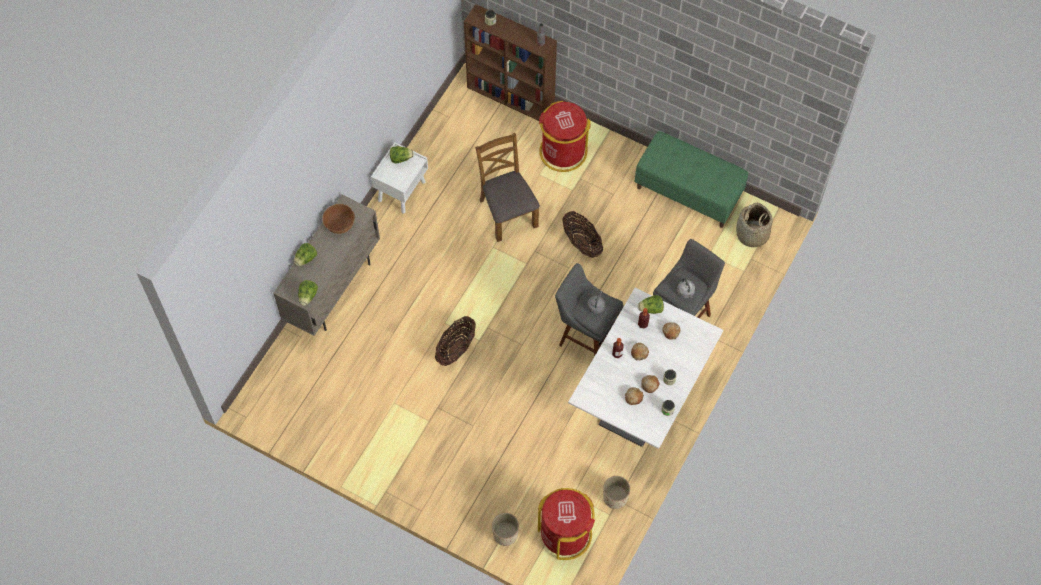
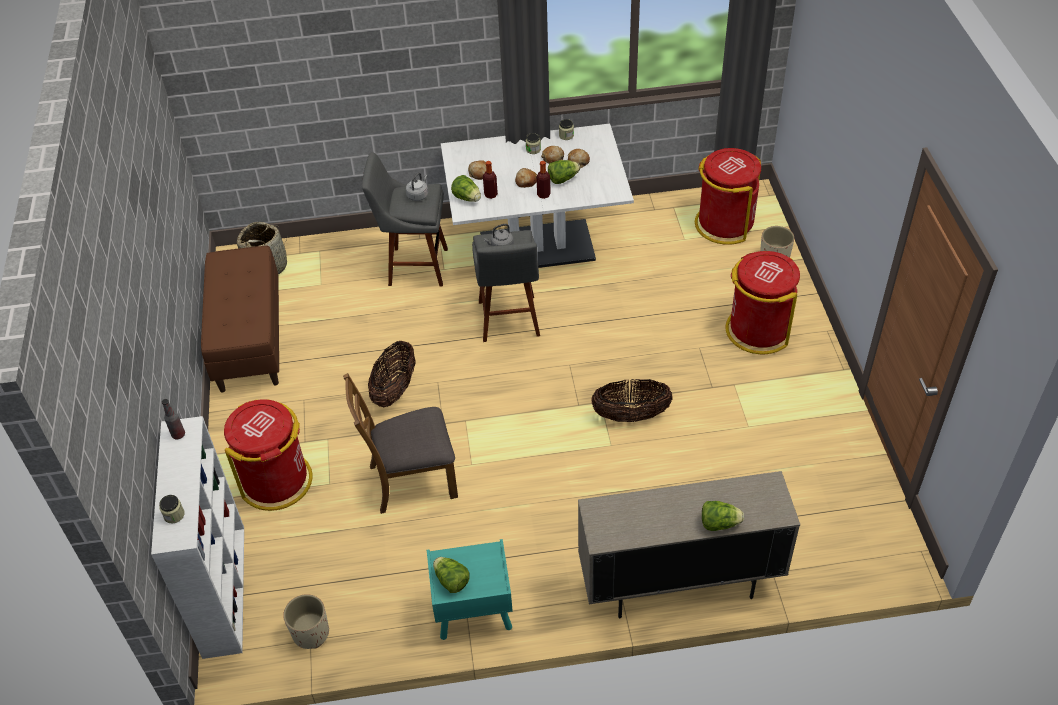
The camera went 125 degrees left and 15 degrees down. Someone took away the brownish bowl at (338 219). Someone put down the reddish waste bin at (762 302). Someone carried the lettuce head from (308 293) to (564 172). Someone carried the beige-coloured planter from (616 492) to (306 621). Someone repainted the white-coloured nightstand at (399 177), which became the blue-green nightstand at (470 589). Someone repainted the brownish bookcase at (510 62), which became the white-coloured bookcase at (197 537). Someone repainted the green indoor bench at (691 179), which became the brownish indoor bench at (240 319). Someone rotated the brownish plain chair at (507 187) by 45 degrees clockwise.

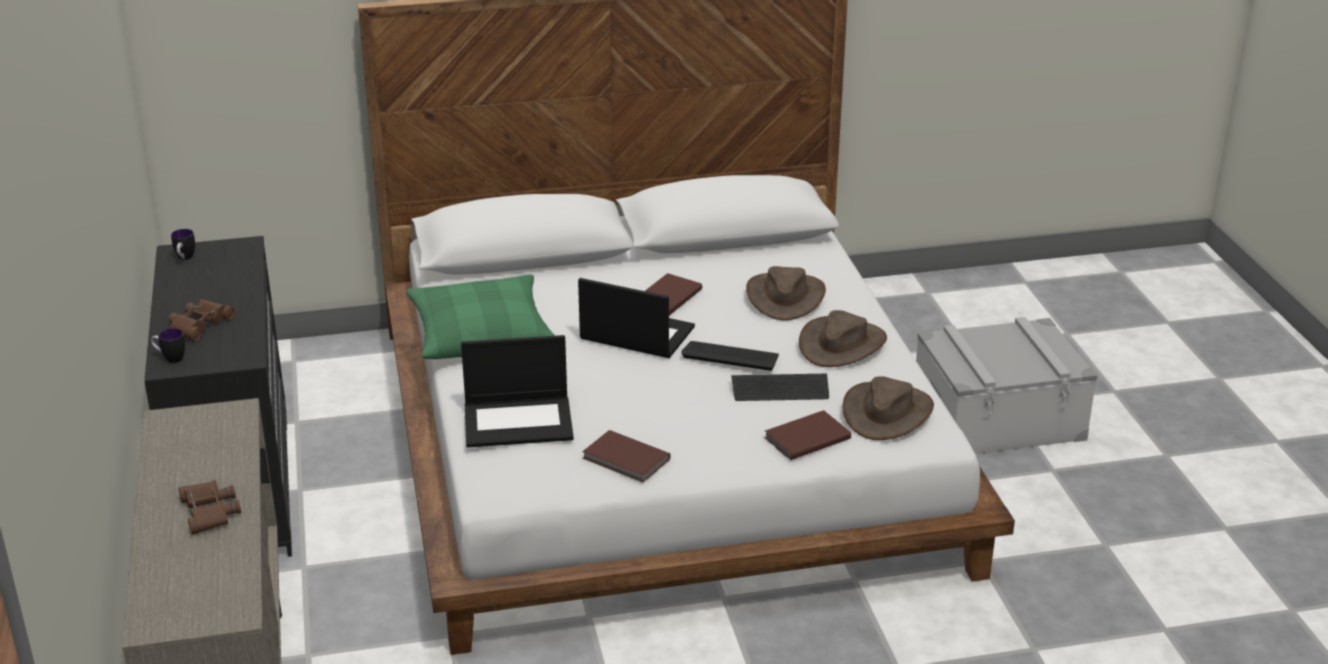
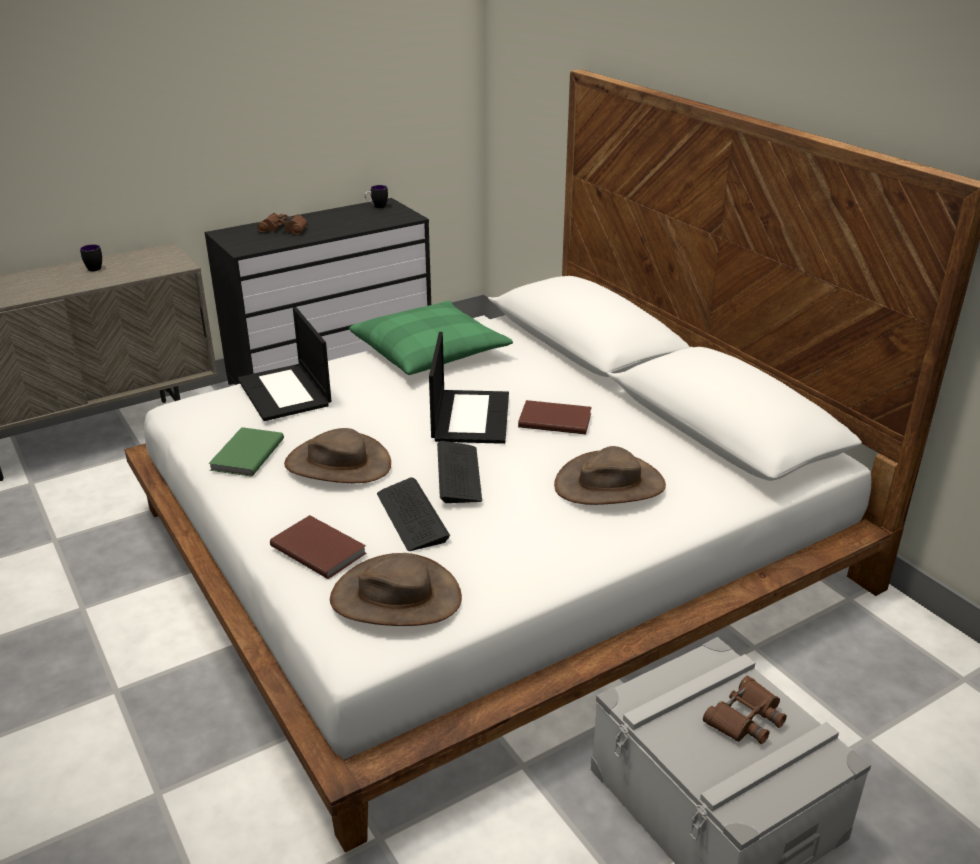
The camera went 70 degrees right and 0 degrees up. Someone carried the coffee mug from (168 345) to (91 257). Someone carried the brownish pair of binoculars from (210 507) to (745 710). Someone carried the brownish clothing hat from (843 338) to (337 455). Someone repainted the brownish volume at (626 456), which became the green volume at (246 452).

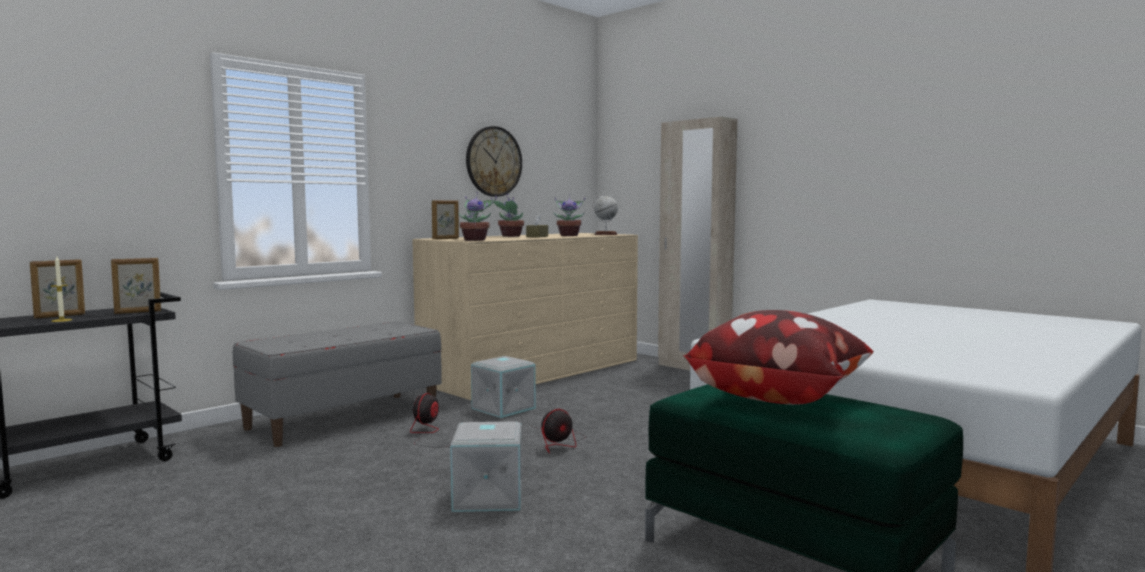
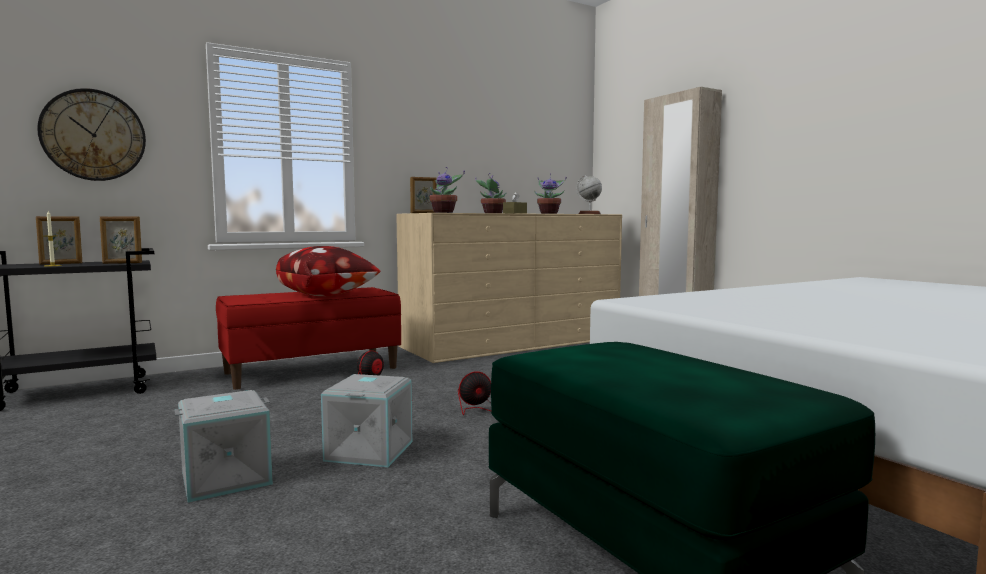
The camera went 15 degrees right and 0 degrees up. Someone carried the clock on the wall from (494 161) to (91 134). Someone carried the grey storage box from (503 387) to (224 446). Someone carried the cushion from (778 357) to (328 271). Someone repainted the grey indoor bench at (337 384), which became the reddish indoor bench at (308 338).

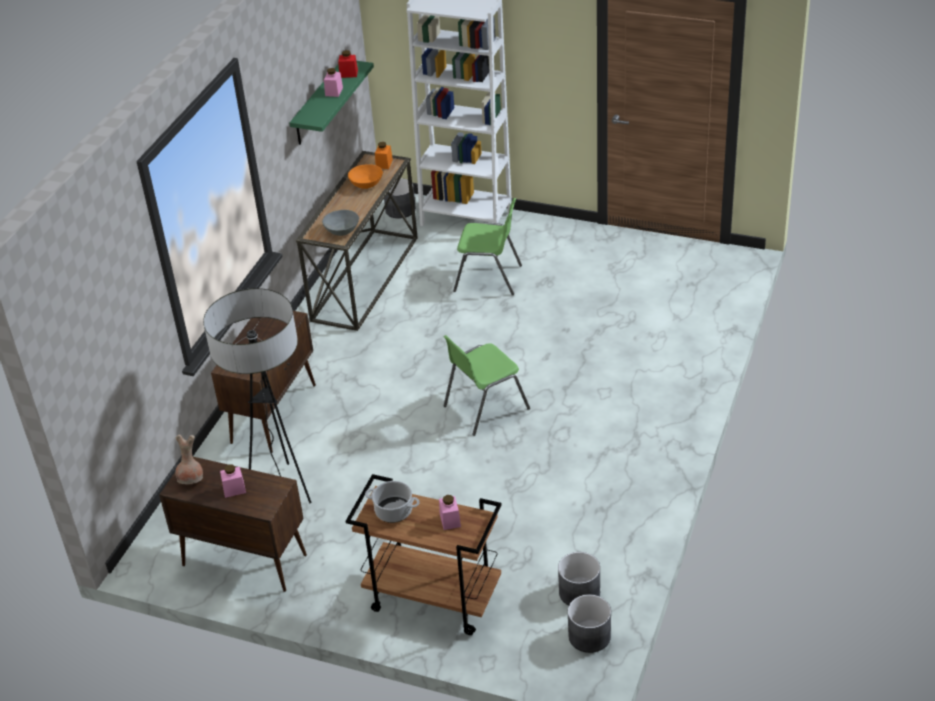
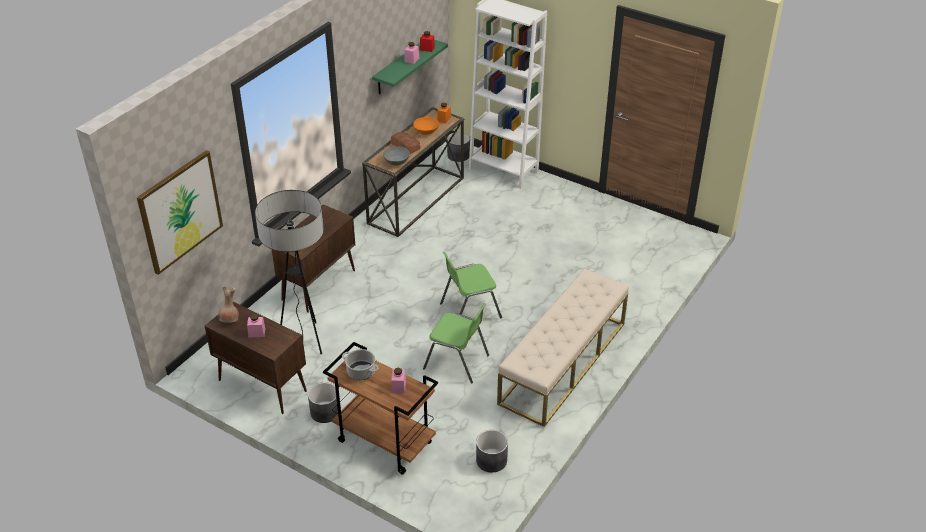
The camera went 10 degrees right and 0 degrees up. Someone put up the picture at (180 212). Someone put down the bakery bread at (405 143). Someone put down the beige-coloured indoor bench at (563 348). Someone carried the green plain chair from (487 246) to (456 343). Someone carried the grey planter from (589 623) to (323 402).

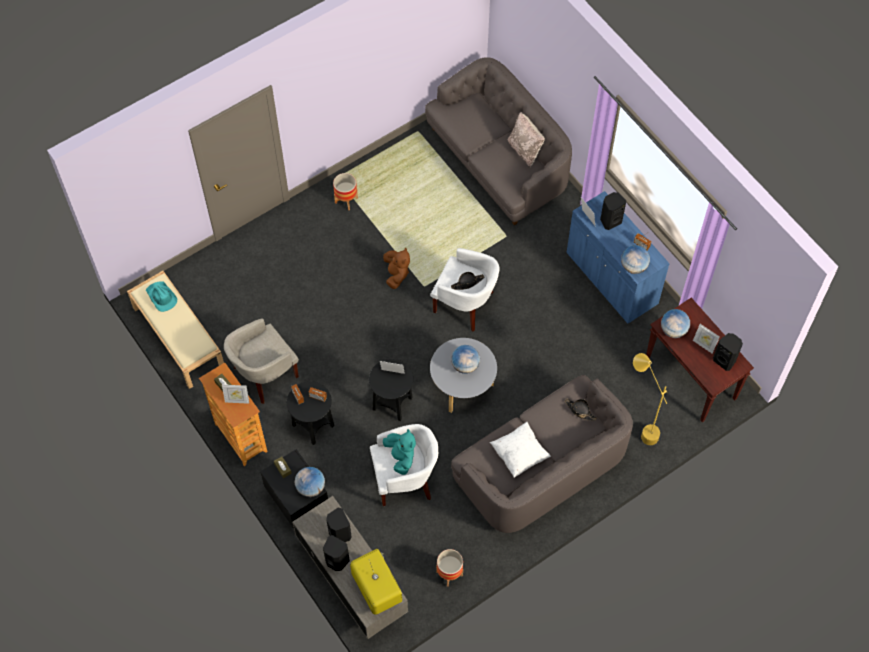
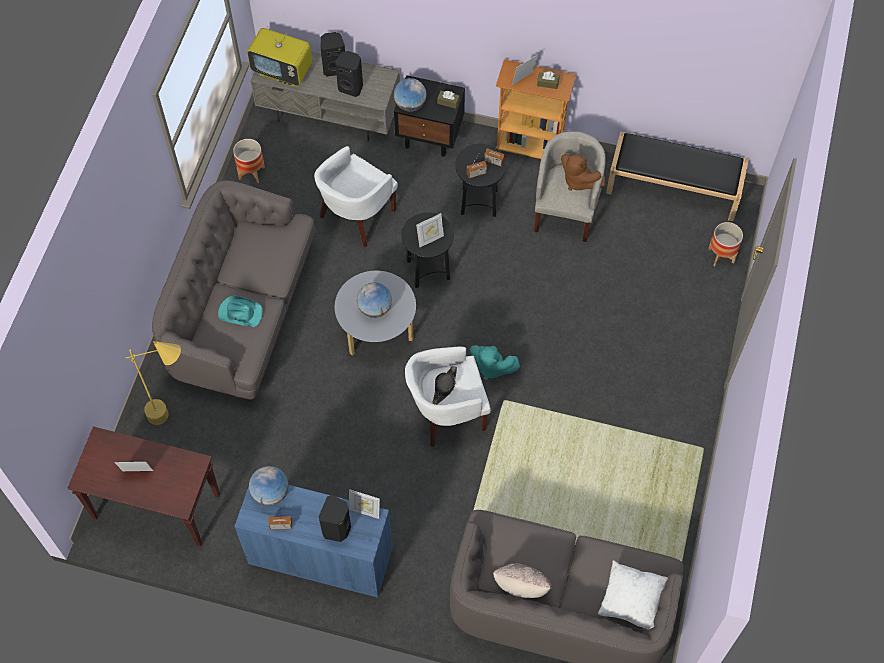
The camera went 140 degrees right and 0 degrees up. Someone took away the blackish clothing hat at (581 409). Someone took away the desk globe at (675 323). Someone took away the blackish speaker at (728 352). Someone carried the blue-green clothing hat from (161 297) to (240 311). Someone carried the planter from (345 191) to (725 244). Someone carried the brownish cuddly toy from (396 268) to (583 172). Someone carried the blue-green cuddly toy from (399 452) to (495 362). Someone carried the white-coloured cushion from (520 450) to (633 595). Someone repainted the beige-coloured indoor bench at (175 330), which became the blackish indoor bench at (677 176).

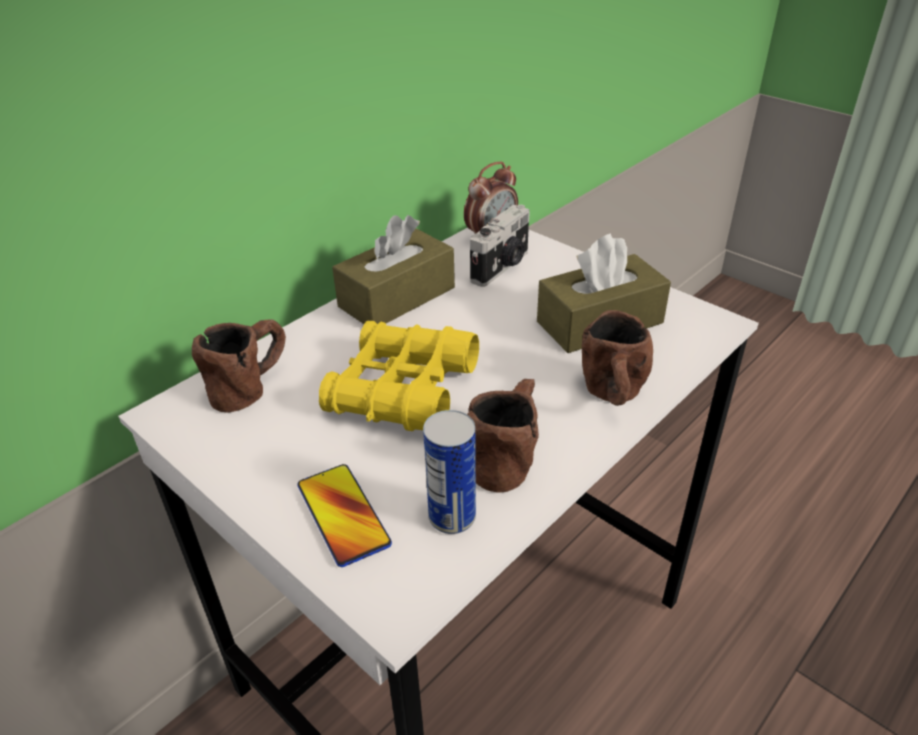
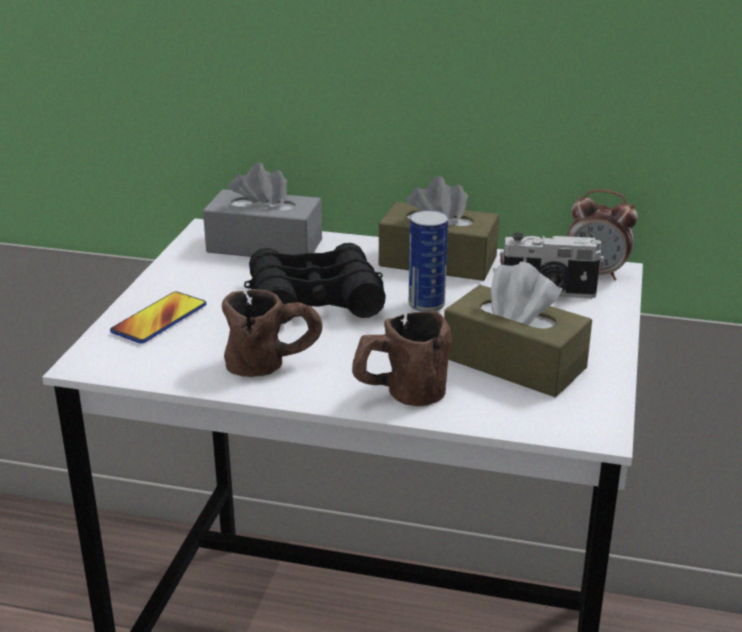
The camera went 60 degrees right and 10 degrees down. Someone carried the sealed can from (449 472) to (428 261). Someone swapped the brownish coffee mug at (239 365) for the grey tissue box at (262 209). Someone repainted the yellowish pair of binoculars at (399 376), which became the blackish pair of binoculars at (315 283).

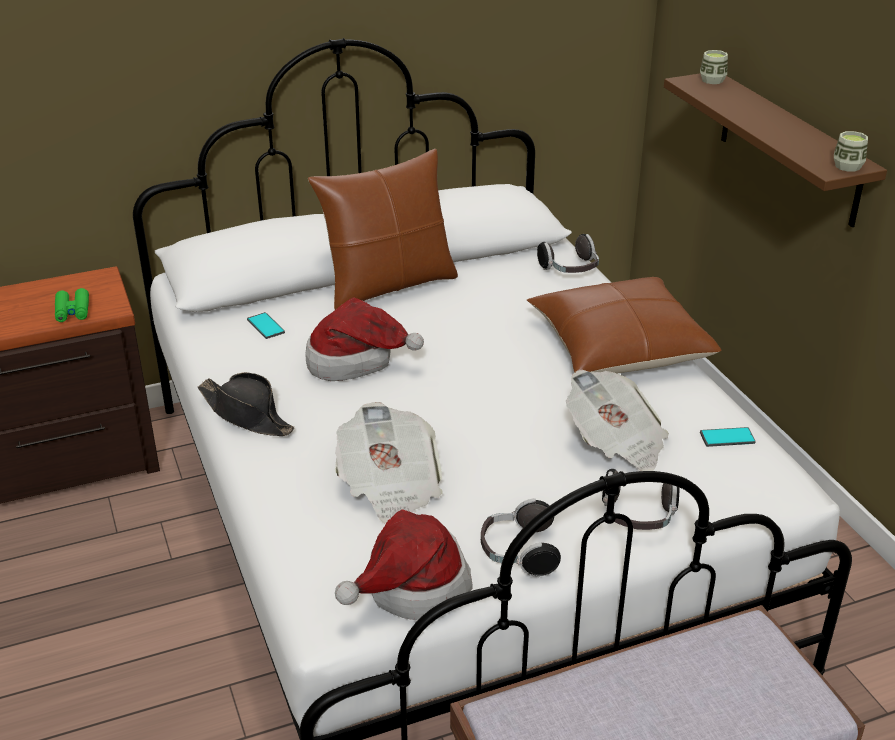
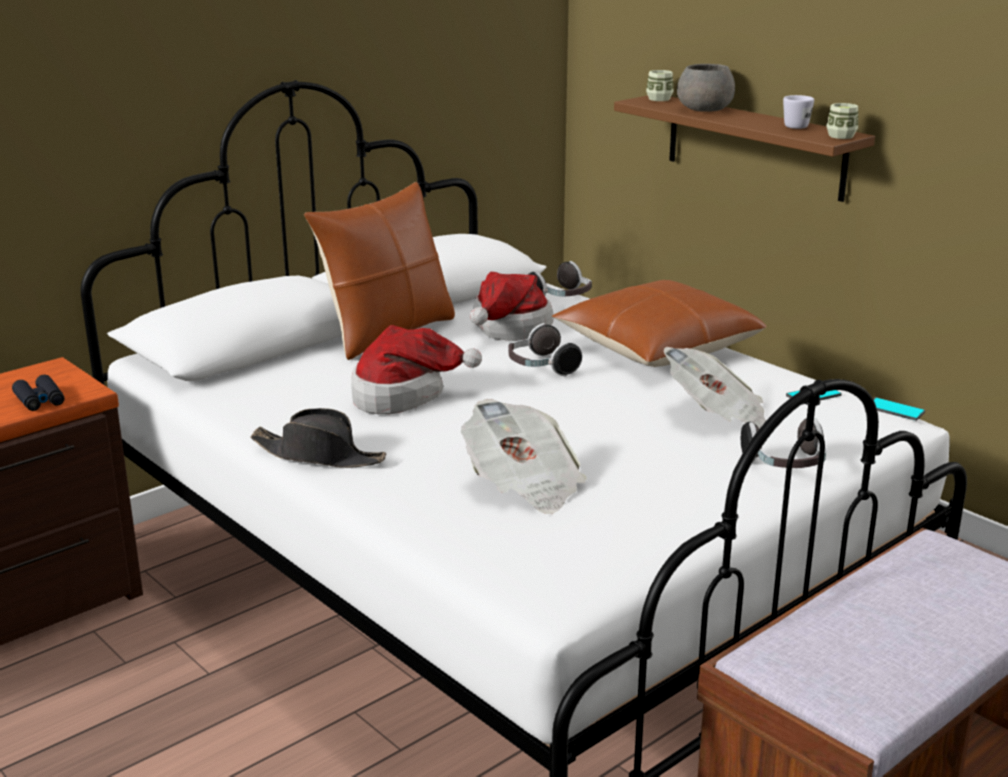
The camera went 20 degrees left and 10 degrees down. Someone put down the grey bowl at (706 88). Someone put down the white-coloured coffee mug at (798 112). Someone carried the handset from (266 325) to (899 409). Someone carried the clothing hat from (403 564) to (512 306). Someone carried the headset from (521 537) to (545 349). Someone repainted the green pair of binoculars at (72 305), which became the blackish pair of binoculars at (38 393).

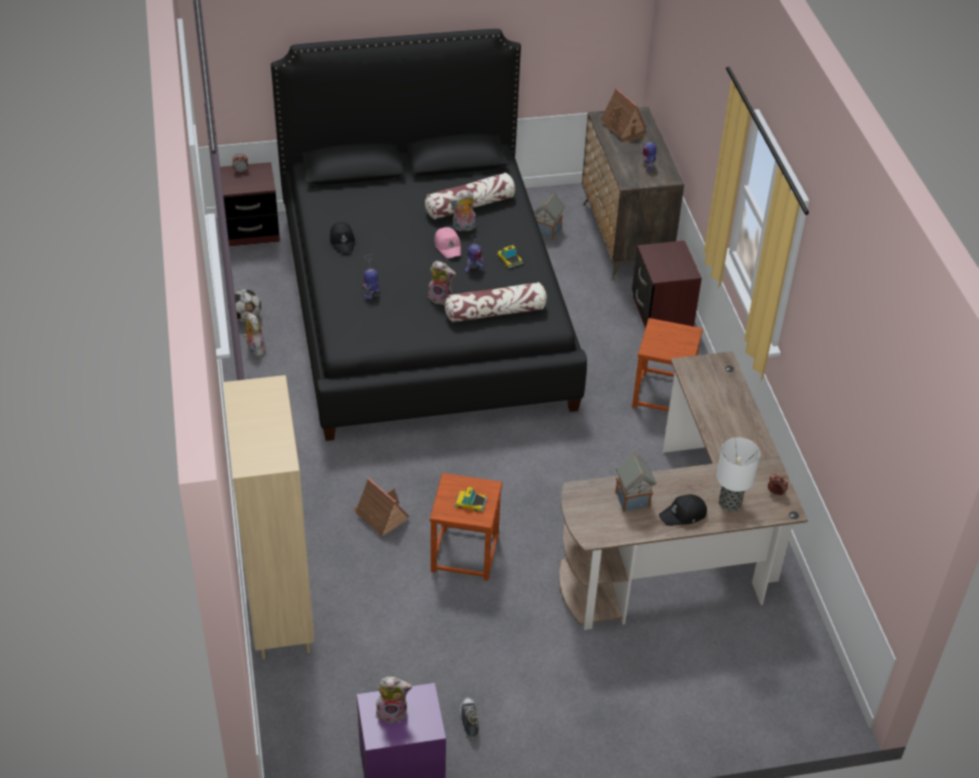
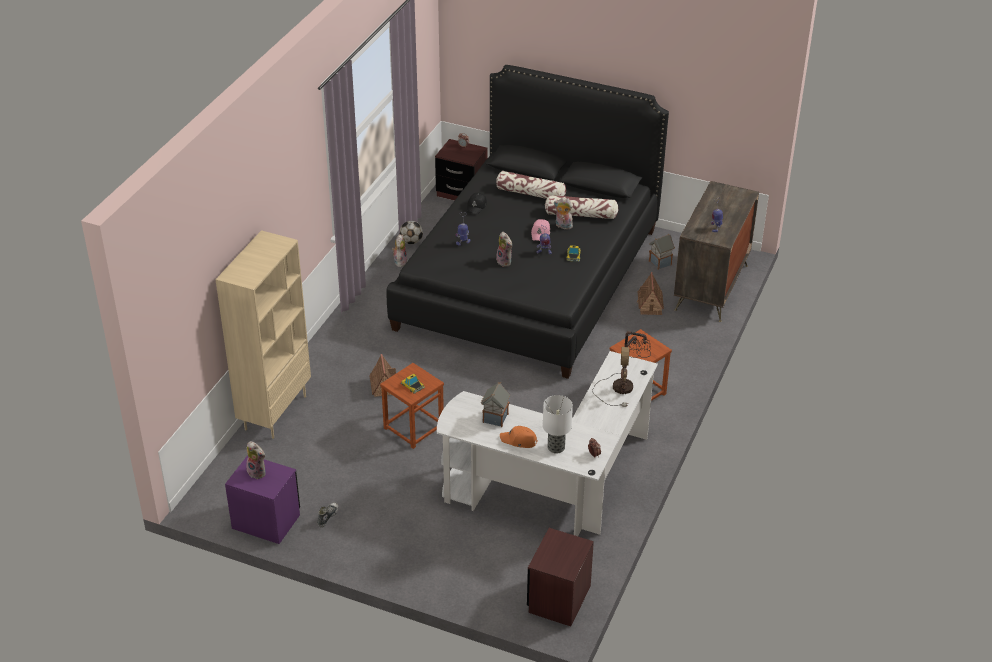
The camera went 35 degrees right and 5 degrees down. Someone put down the tabletop lamp at (621 369). Someone carried the cushion from (496 302) to (531 185). Someone carried the miniature house from (624 115) to (650 293). Someone carried the brownish nightstand from (667 284) to (560 577). Someone repainted the brownish desk at (683 490), which became the white-coloured desk at (547 443). Someone repainted the blackish cap at (683 510), which became the orange-coloured cap at (519 437).

